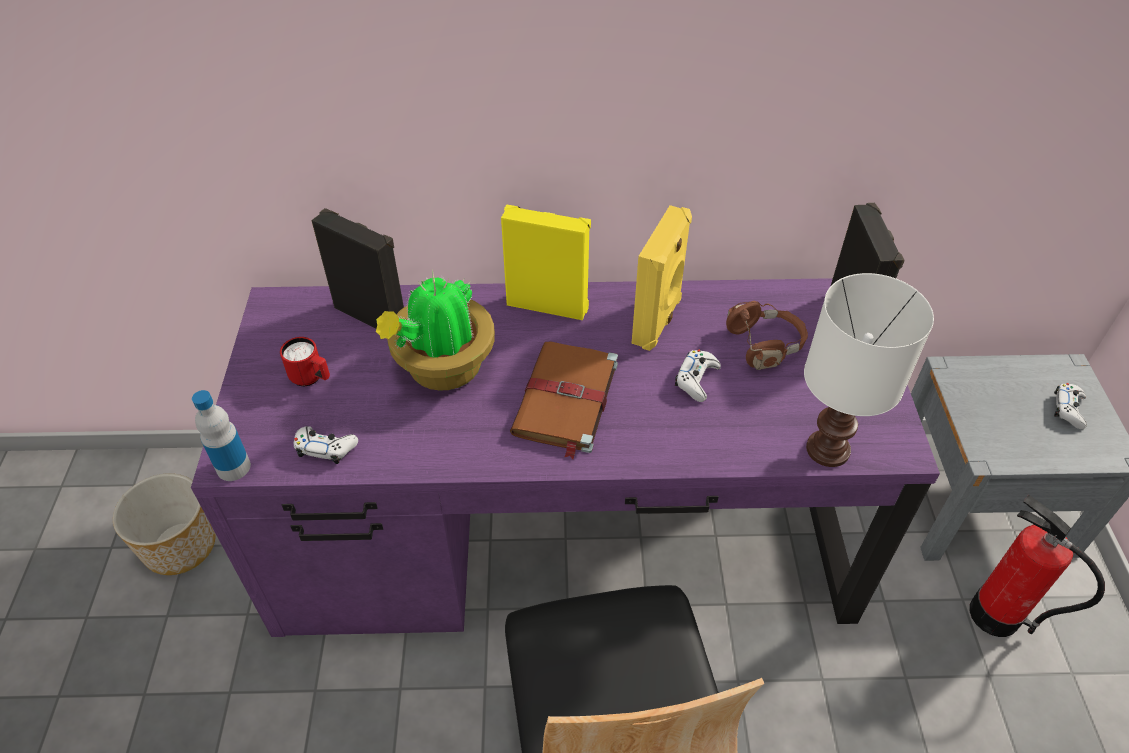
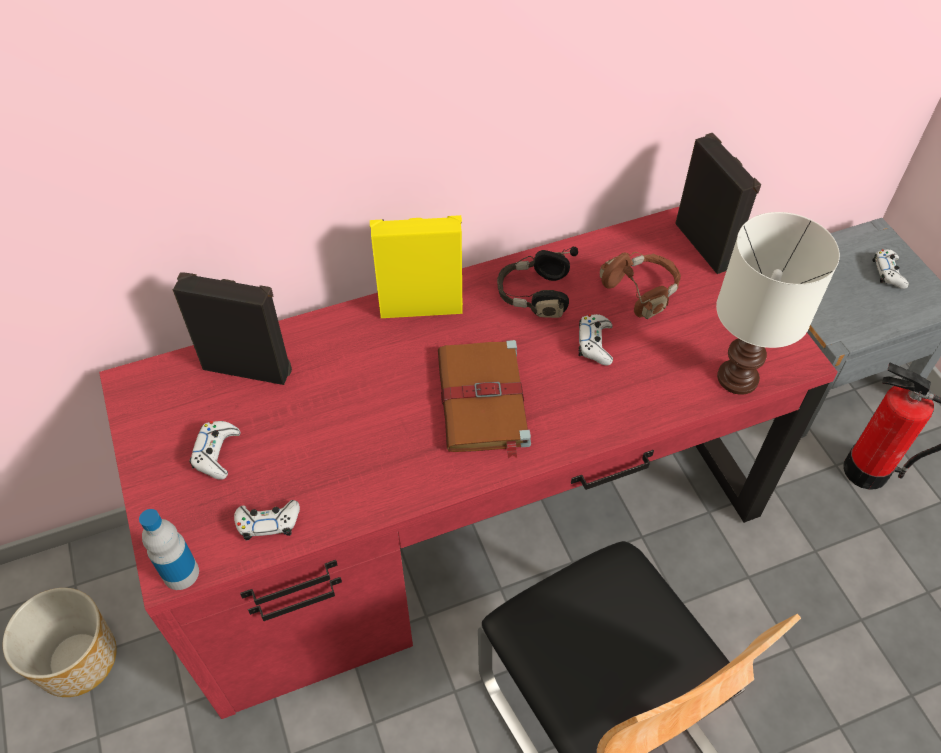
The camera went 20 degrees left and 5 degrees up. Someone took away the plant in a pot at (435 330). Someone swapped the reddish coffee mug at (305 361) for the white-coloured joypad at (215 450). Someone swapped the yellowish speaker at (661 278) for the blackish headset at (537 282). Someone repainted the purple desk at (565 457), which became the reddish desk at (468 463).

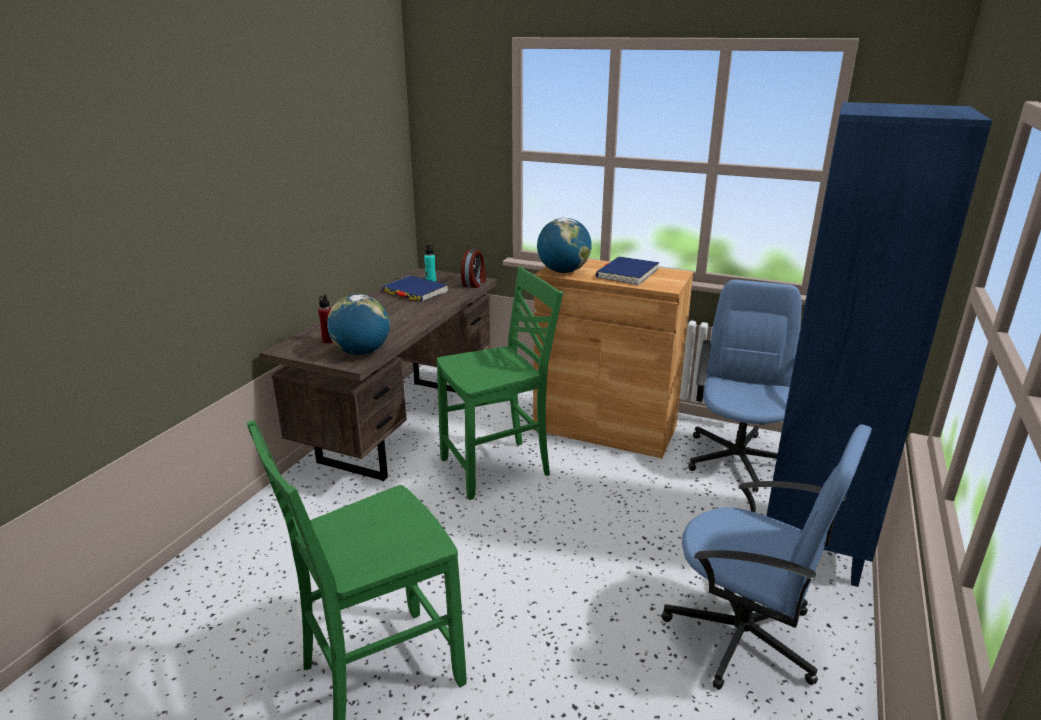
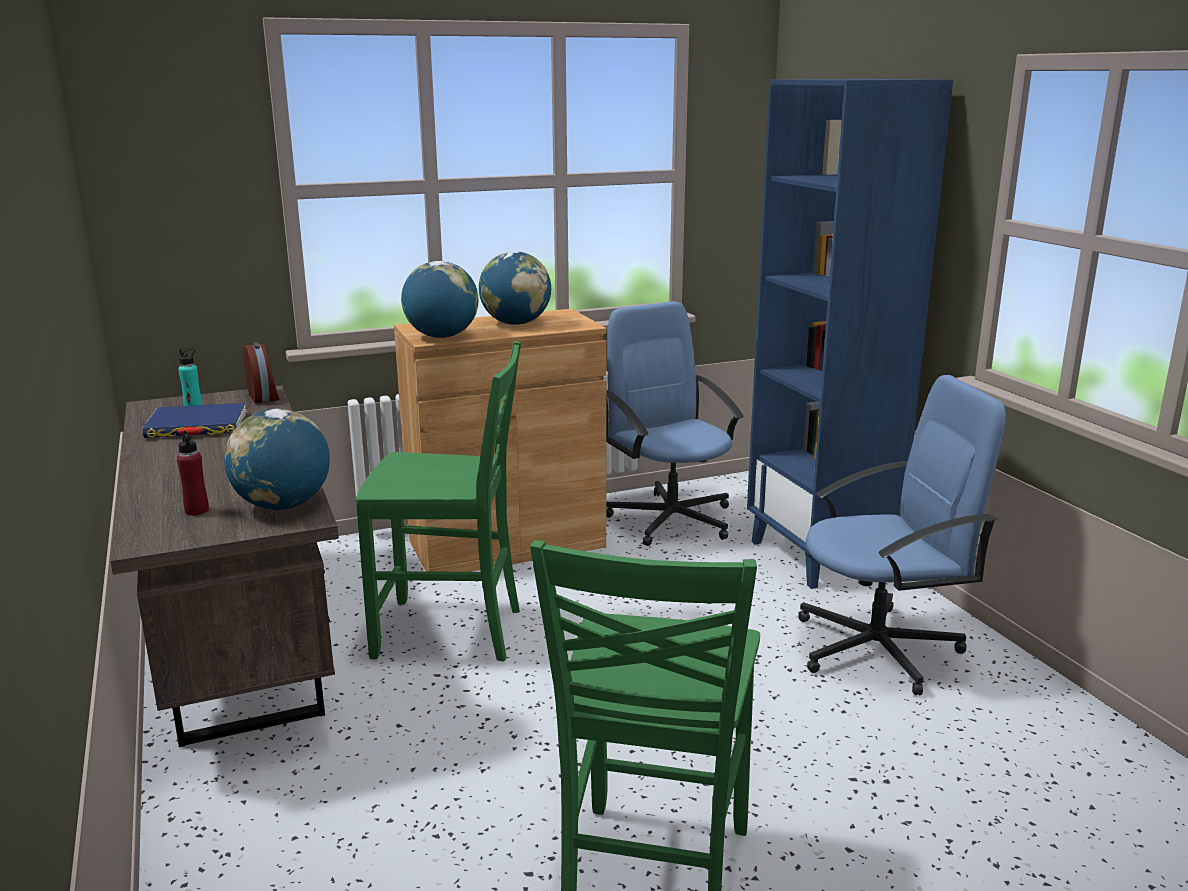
The camera went 45 degrees left and 5 degrees down. Someone swapped the blue-coloured volume at (628 271) for the desk globe at (515 288). Someone rotated the green plain chair at (500 383) by 75 degrees clockwise.

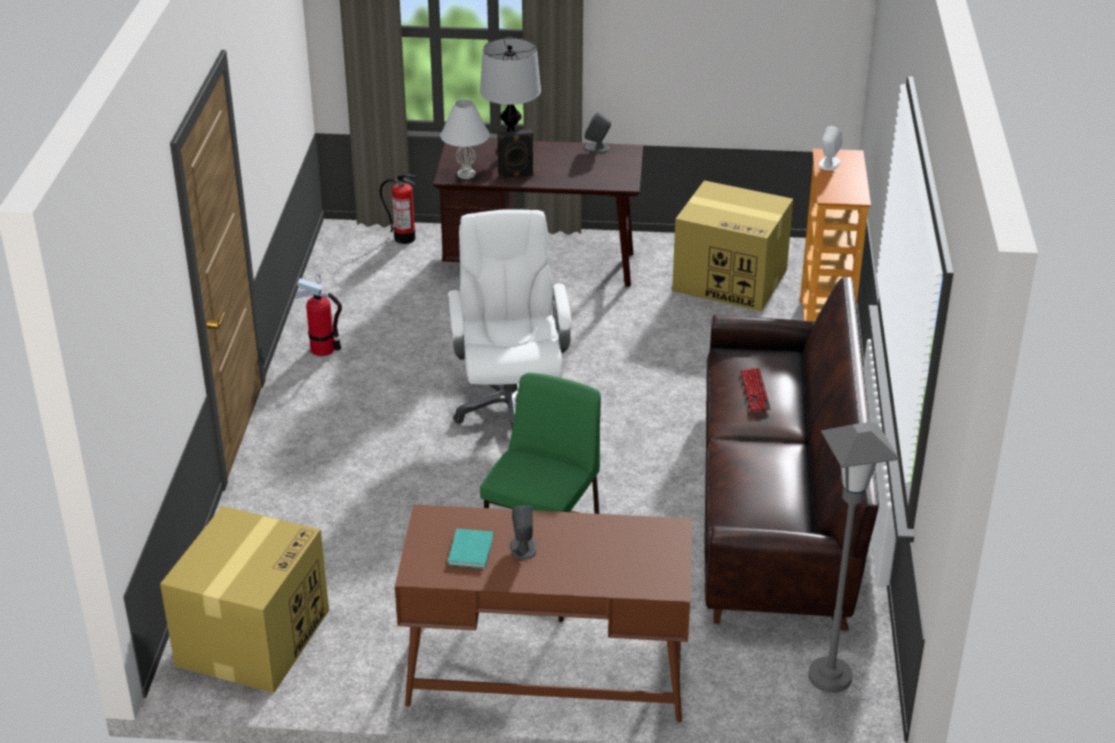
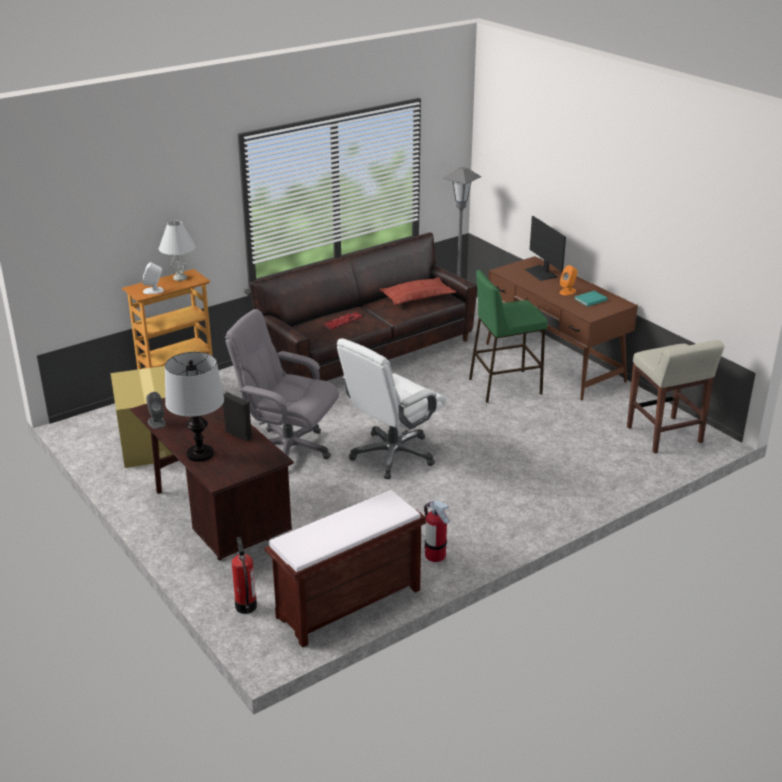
The camera went 130 degrees left and 5 degrees down. Someone put down the grey computer chair at (282 384). Someone put down the brownish indoor bench at (345 569). Someone put down the cushion at (417 291). Someone put down the computer screen at (545 248). Someone carried the white-coloured tabletop lamp from (465 139) to (177 251). Someone swapped the packing box at (244 599) for the beige-coloured stool seat at (675 396). Someone repainted the grey speaker at (523 532), which became the orange-coloured speaker at (568 280).

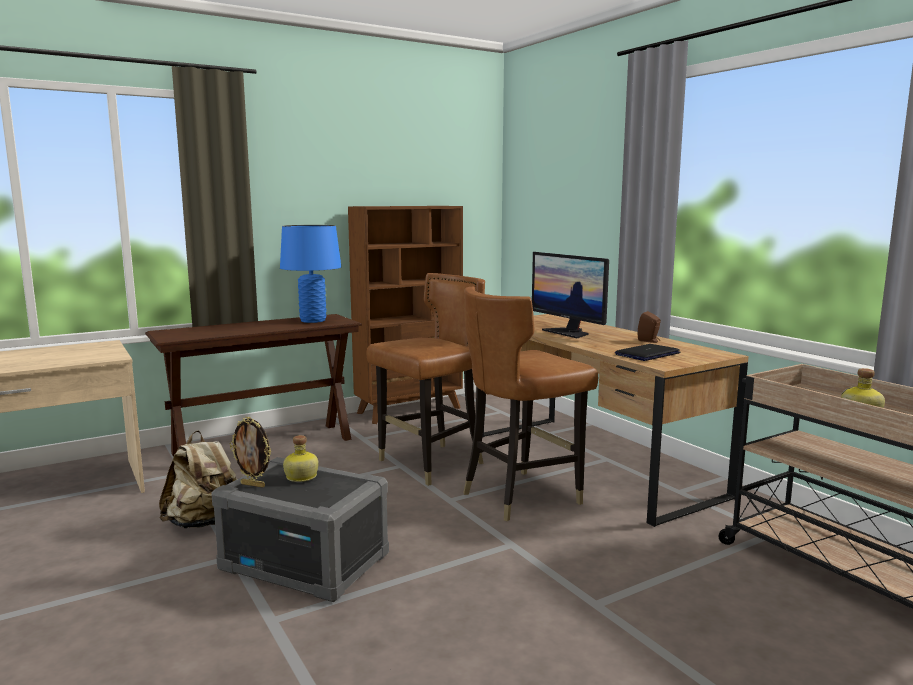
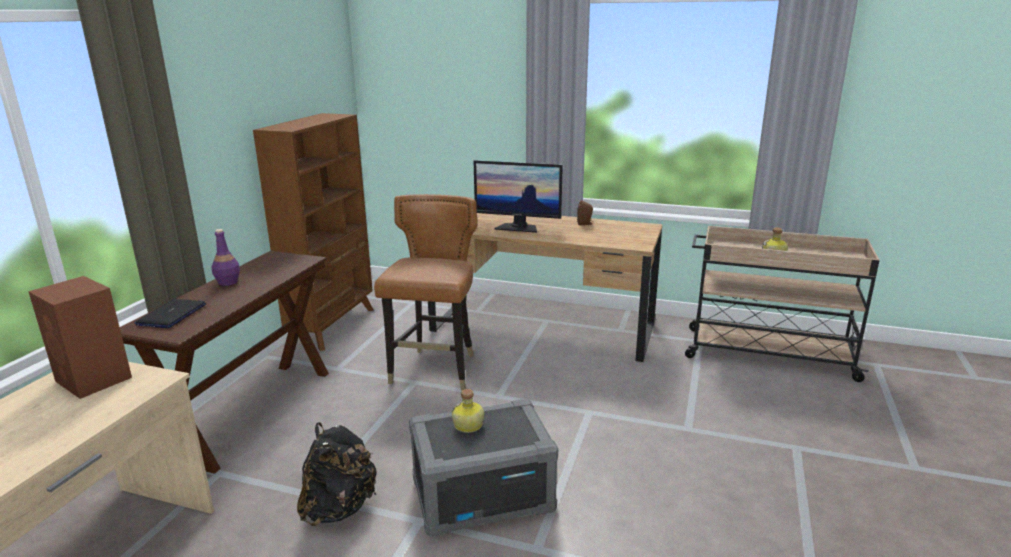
The camera went 40 degrees left and 10 degrees up. Someone took away the picture frame at (250 452). Someone took away the blue-coloured tabletop lamp at (310 274). Someone took away the brownish plain chair at (530 404). Someone put down the brownish speaker at (80 337). Someone put down the purple bottle at (225 257). Someone carried the portable computer from (647 352) to (170 313). Someone repainted the beige-coloured backpack at (198 480), which became the blackish backpack at (337 474).

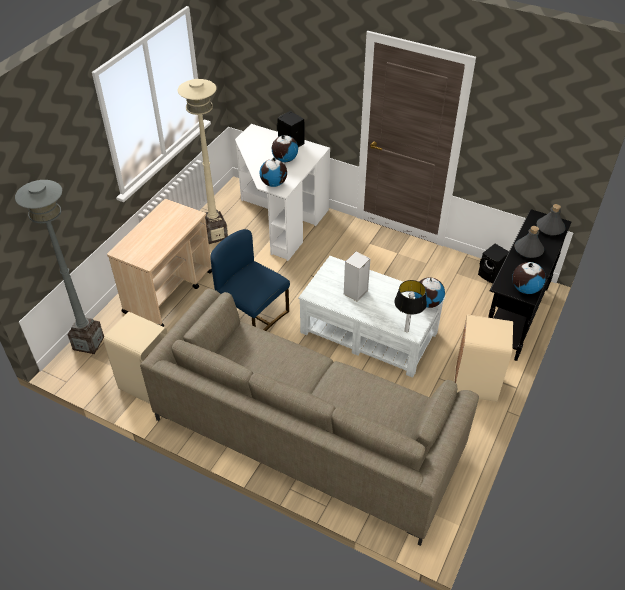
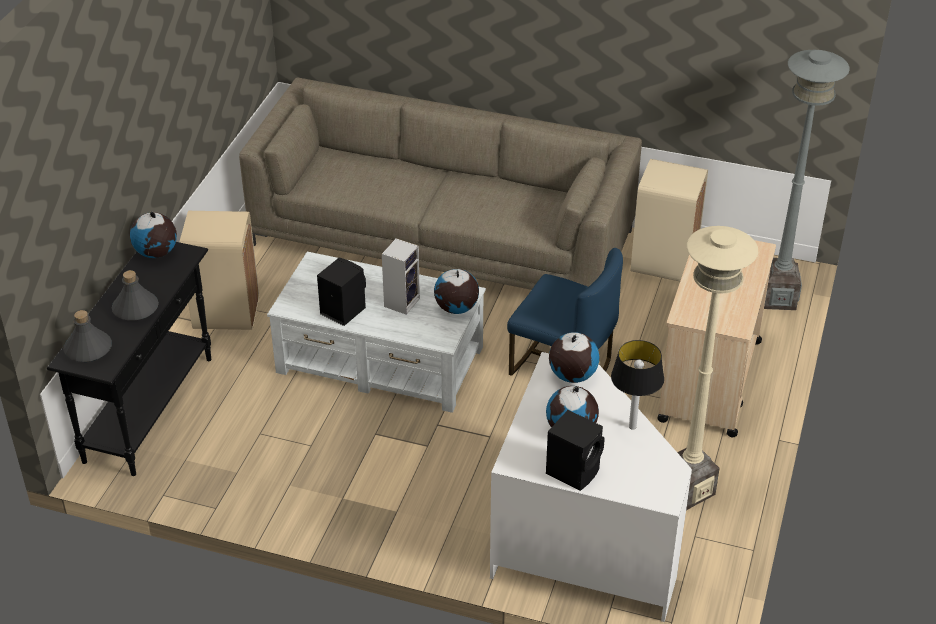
The camera went 170 degrees right and 5 degrees down. Someone carried the tabletop lamp from (410 306) to (637 385). Someone carried the desk globe from (429 292) to (456 291). Someone carried the blackish speaker from (493 264) to (341 291).

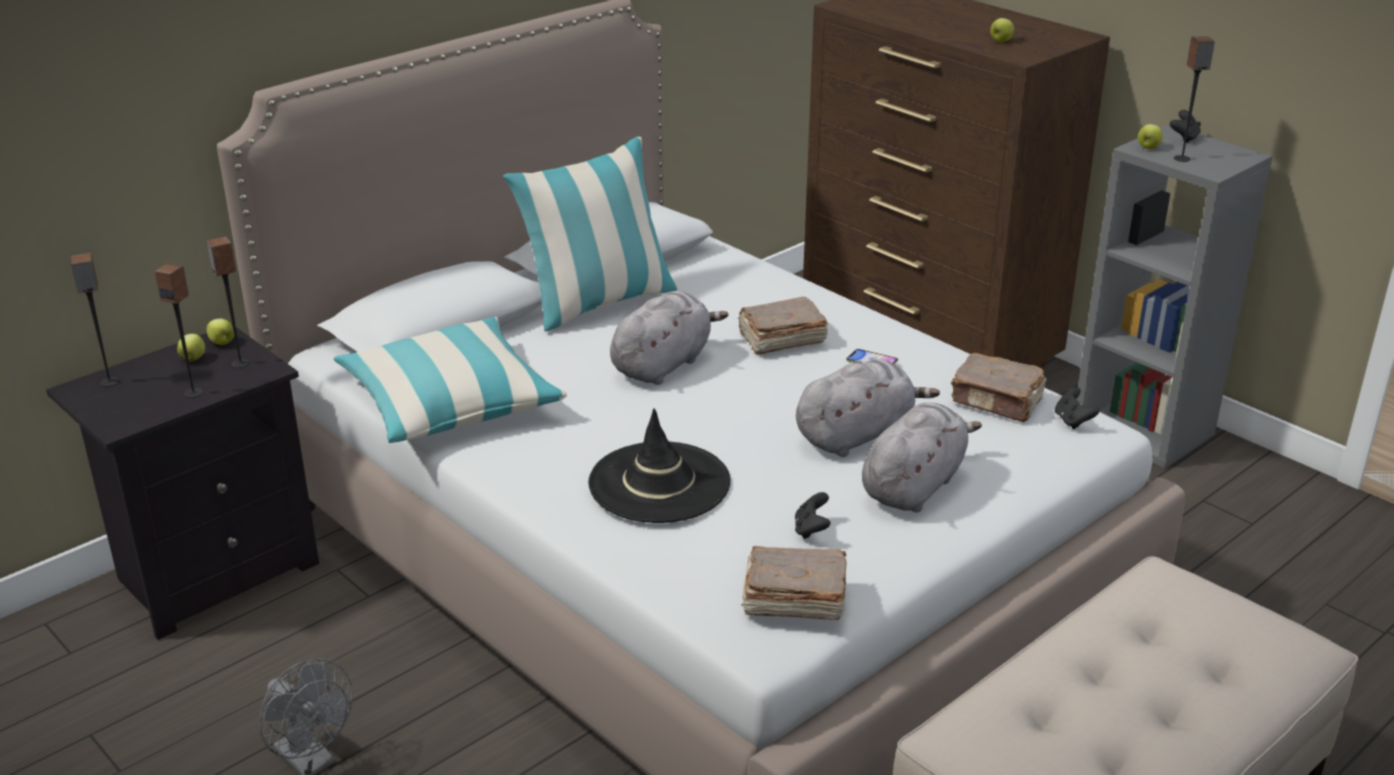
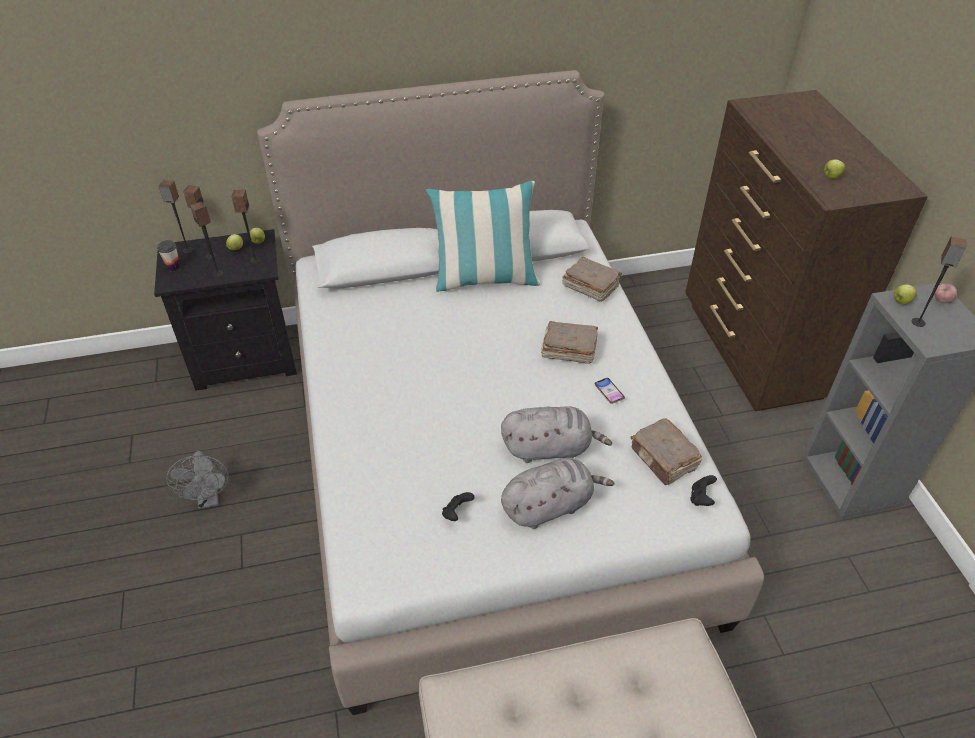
The camera went 30 degrees right and 15 degrees up. Someone took away the cushion at (450 380). Someone took away the blackish clothing hat at (659 465). Someone took away the grey cuddly toy at (669 338). Someone put down the drinking cup at (169 255). Someone put down the speaker at (199 222). Someone carried the brownish volume from (794 583) to (592 279). Someone swapped the blackish joypad at (1185 126) for the whole apple at (945 293).

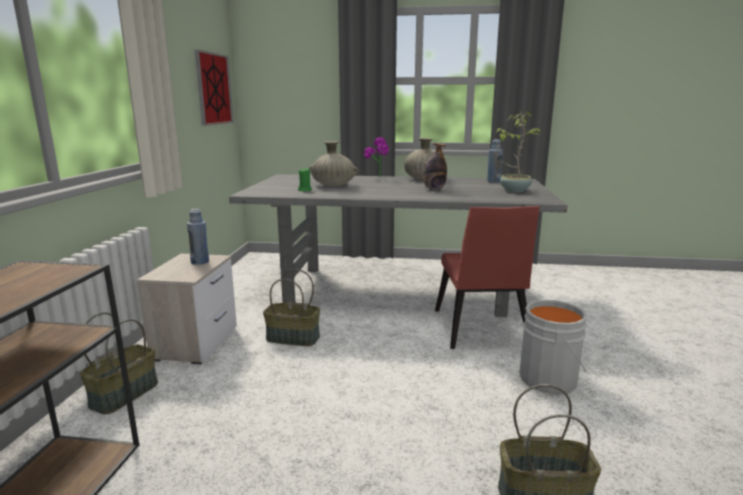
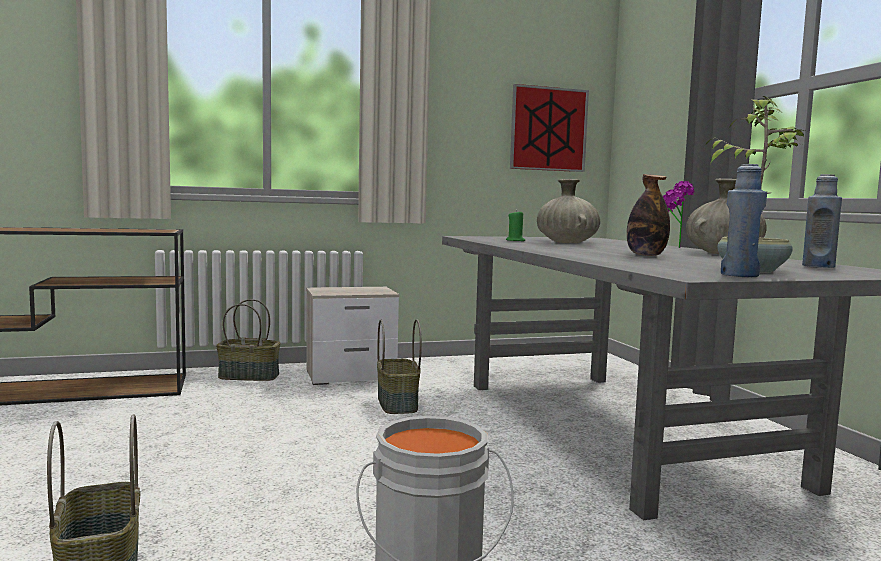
The camera went 65 degrees right and 10 degrees down. Someone took away the reddish plain chair at (487 277). Someone carried the blue-coloured bottle from (198 237) to (744 220).

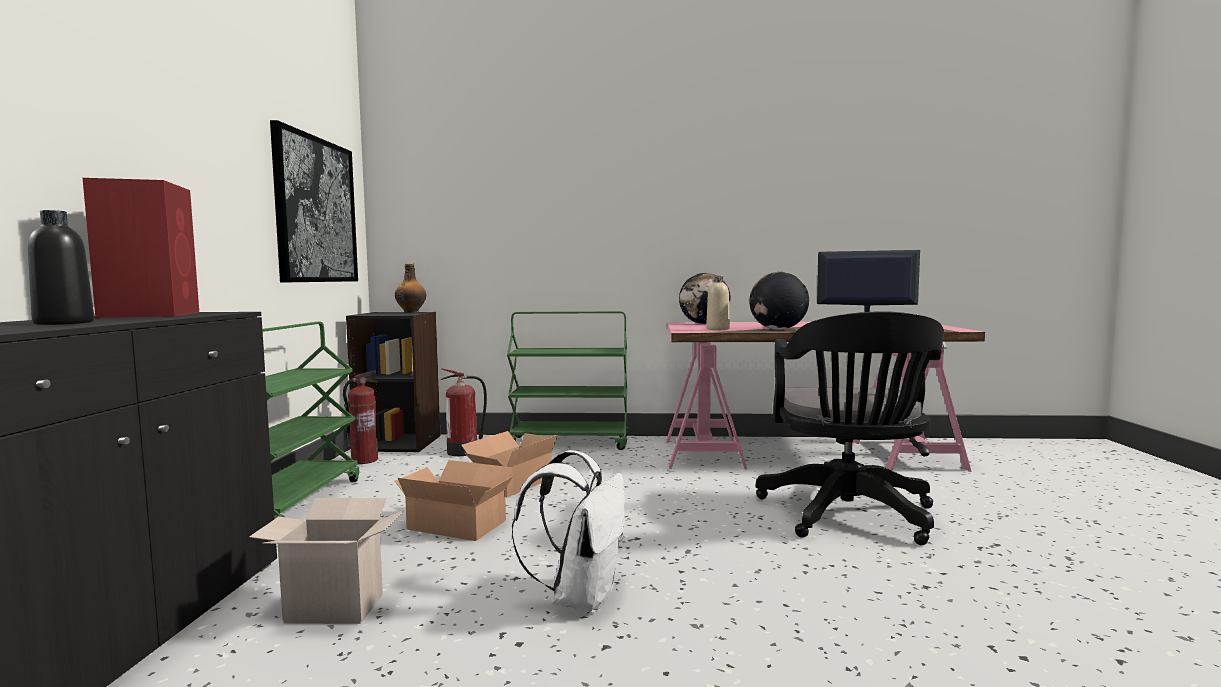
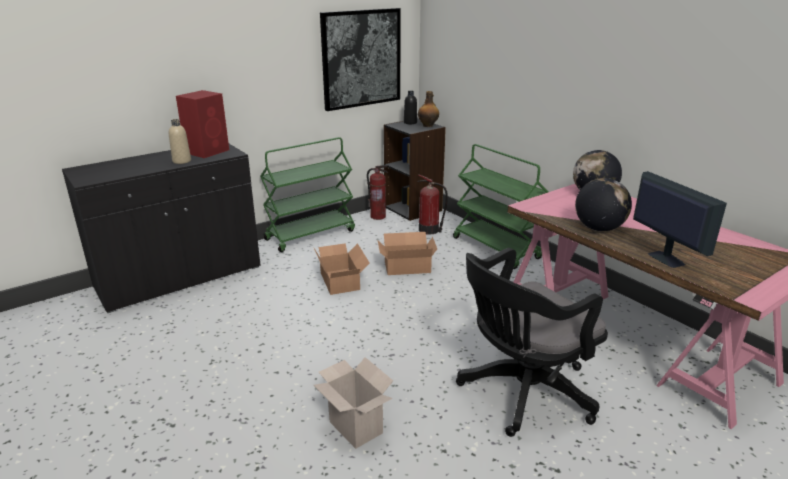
The camera went 50 degrees right and 20 degrees up. Someone took away the white-coloured backpack at (568 531). Someone carried the blackish bottle from (61 267) to (410 107). Someone carried the packing box from (326 561) to (353 403). Someone carried the beige-coloured bottle from (718 303) to (180 141).

